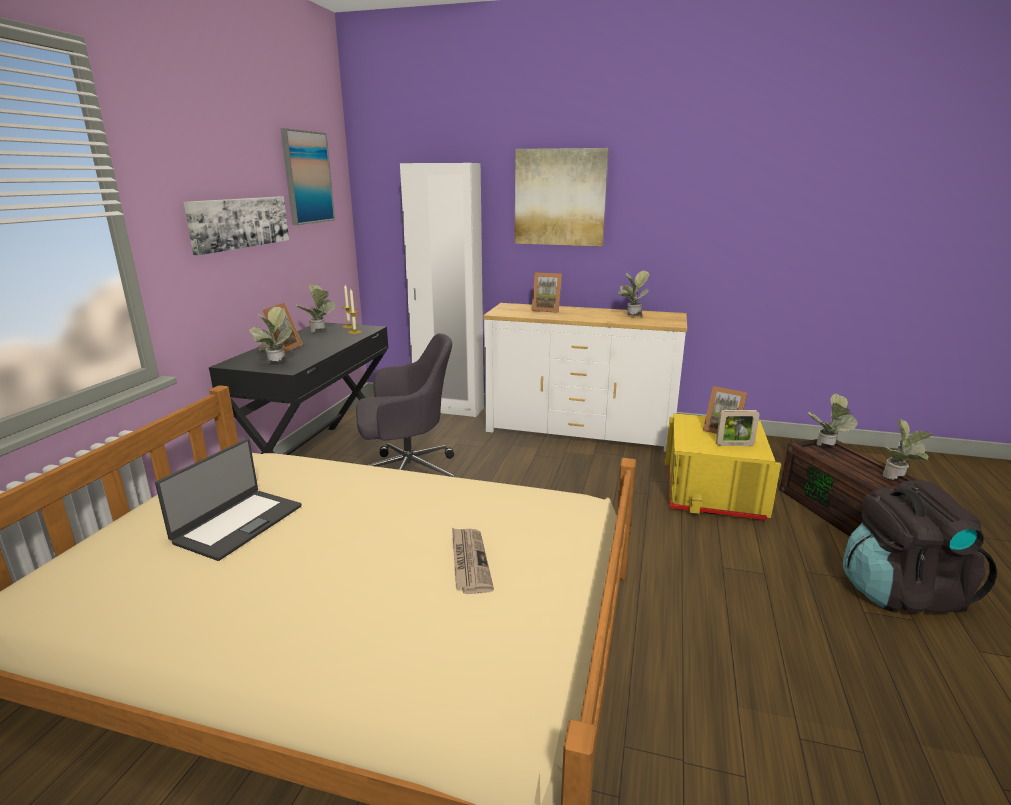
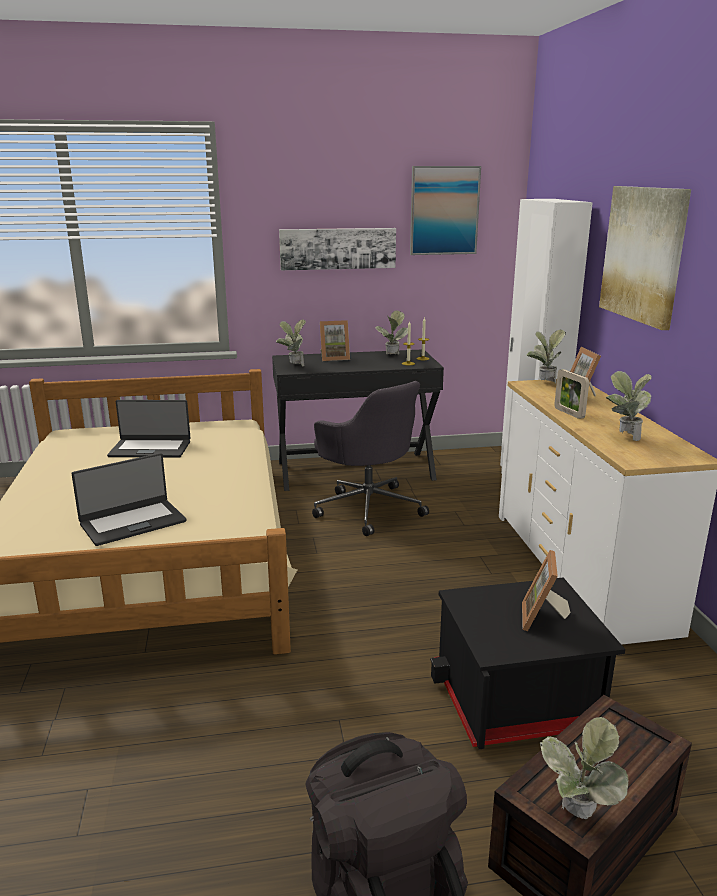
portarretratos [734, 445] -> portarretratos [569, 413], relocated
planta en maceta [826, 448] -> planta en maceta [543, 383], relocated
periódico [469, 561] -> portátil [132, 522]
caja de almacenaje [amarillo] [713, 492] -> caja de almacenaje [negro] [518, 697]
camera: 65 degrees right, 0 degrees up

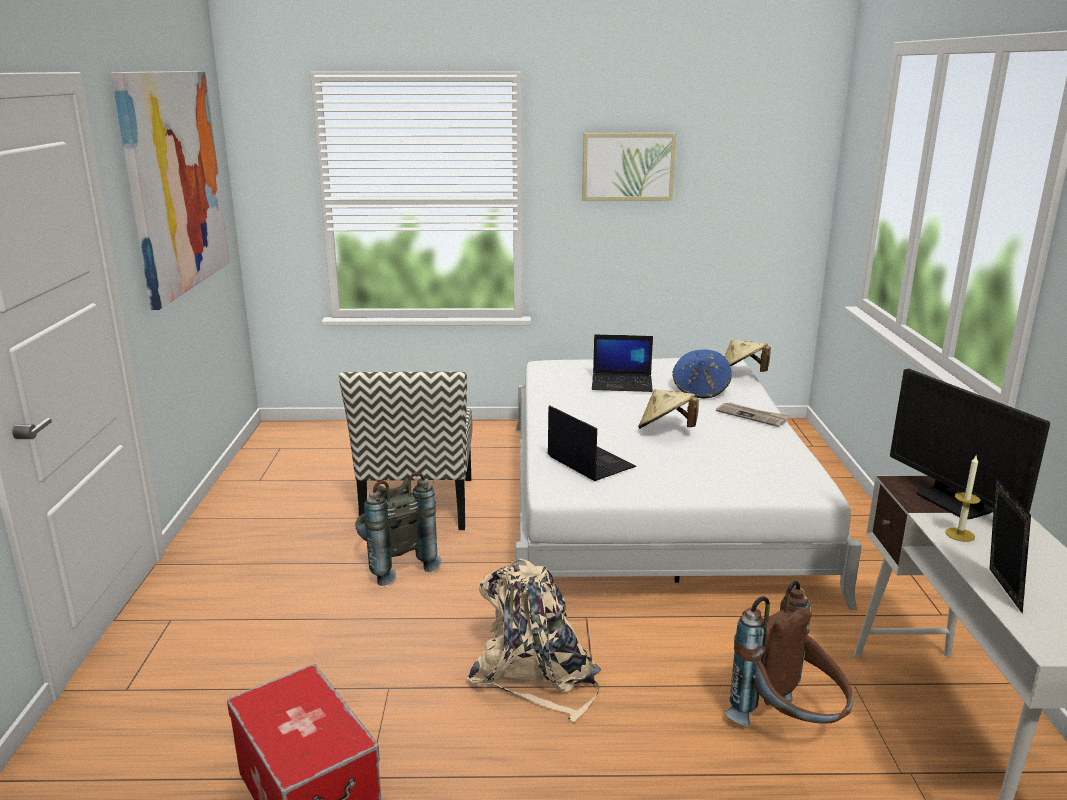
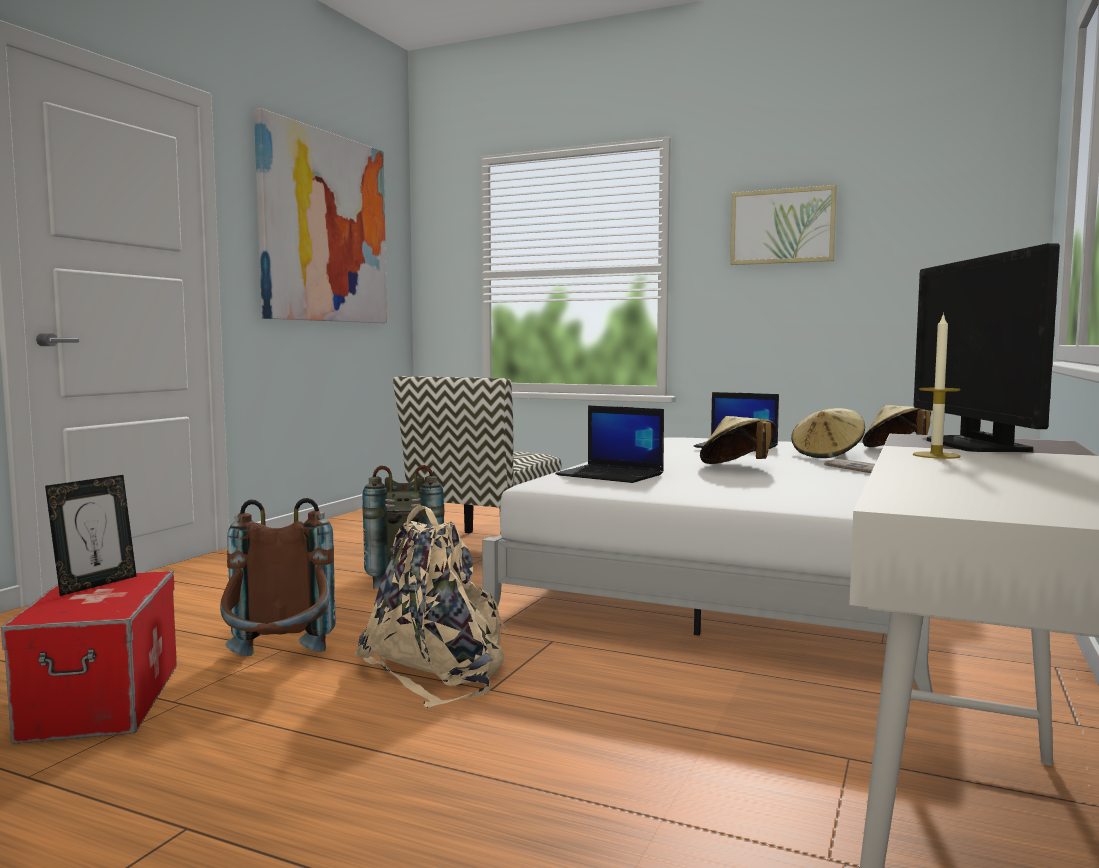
mochila [marrón] [789, 726] -> mochila [marrón] [279, 666], relocated
portarretratos [998, 590] -> portarretratos [95, 584], relocated
sombrero [azul] [701, 390] -> sombrero [beis] [827, 455]
portátil [589, 462] -> portátil [612, 475], 135 degrees clockwise
camera: 25 degrees right, 15 degrees down

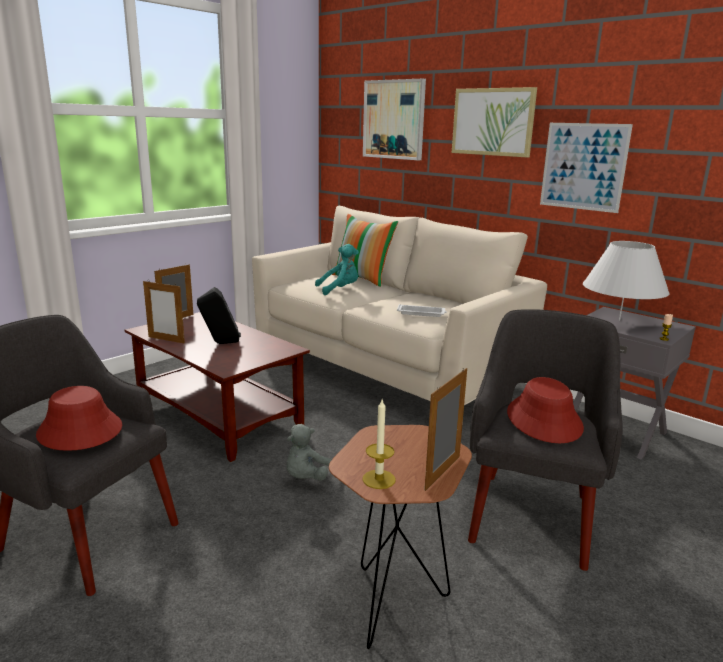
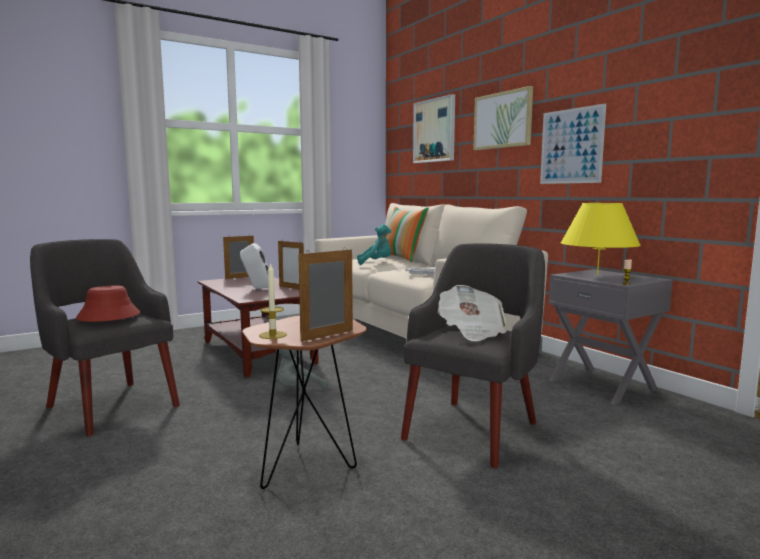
portarretratos [166, 340] -> portarretratos [291, 288], relocated
sombrero [rojo] [544, 420] -> periódico [471, 331]
altavoz [negro] [220, 343] -> altavoz [blanco] [257, 288]
lámpara de mesa [blanco] [619, 320] -> lámpara de mesa [amarillo] [597, 274]
camera: 15 degrees right, 10 degrees down

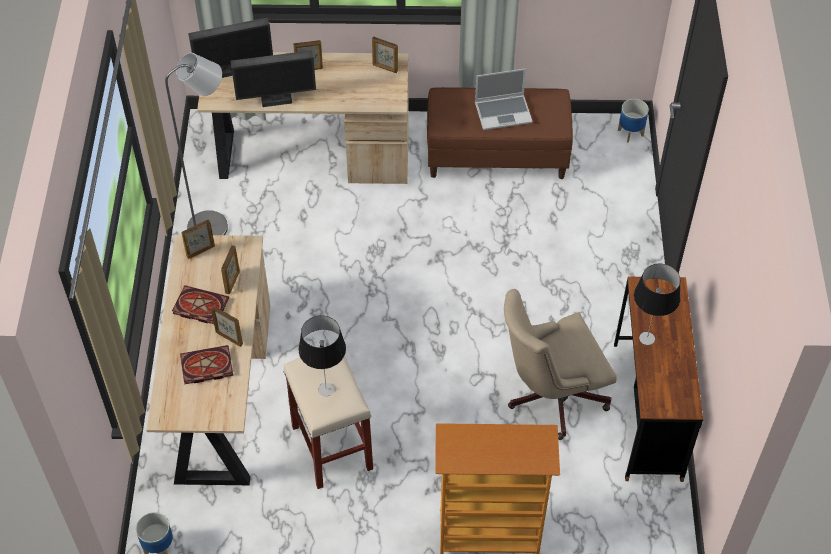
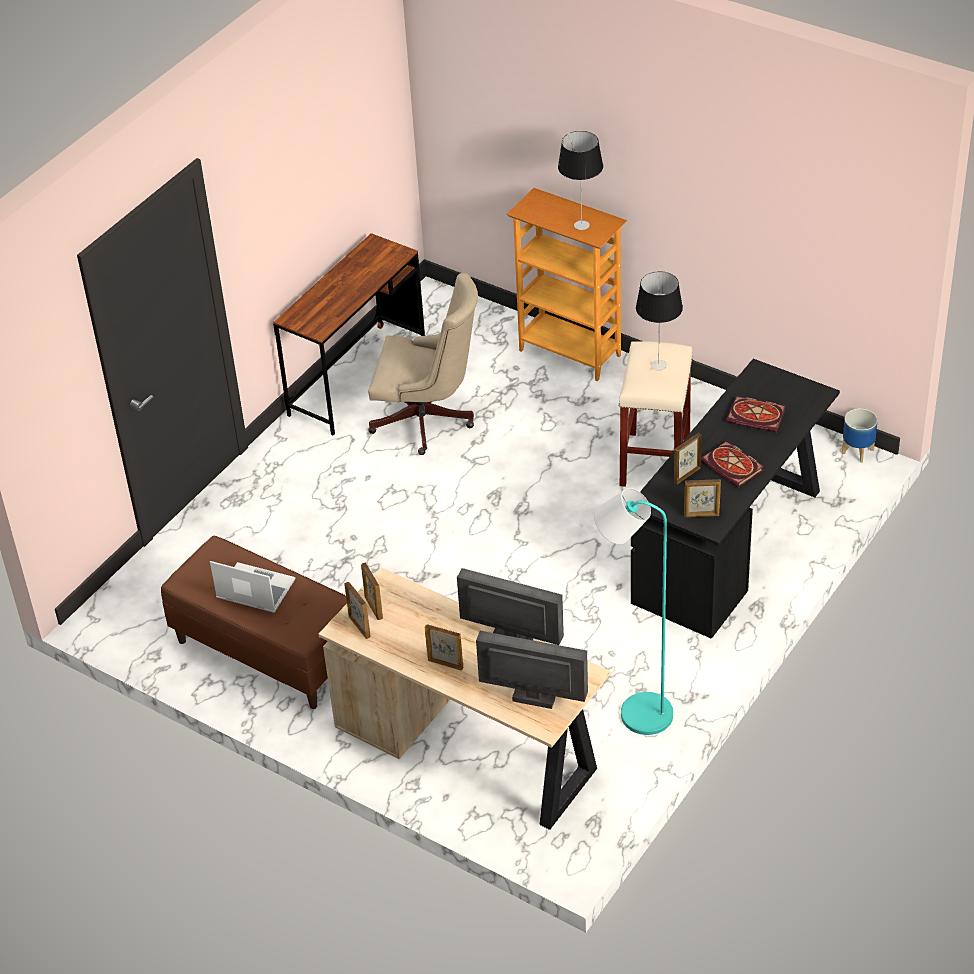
maceta [631, 132] -> none
portarretratos [229, 338] -> portarretratos [373, 608], relocated
lámpara de mesa [646, 338] -> lámpara de mesa [581, 225], relocated
escritorio [beis] [220, 395] -> escritorio [negro] [732, 544]
lámpara de pie [gris] [215, 225] -> lámpara de pie [turquesa] [636, 713]
camera: 145 degrees left, 10 degrees down

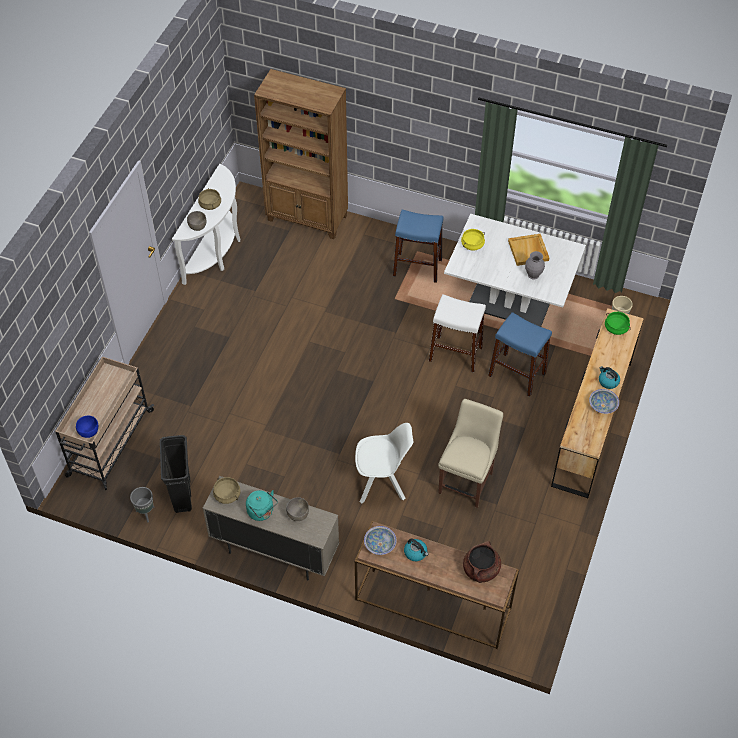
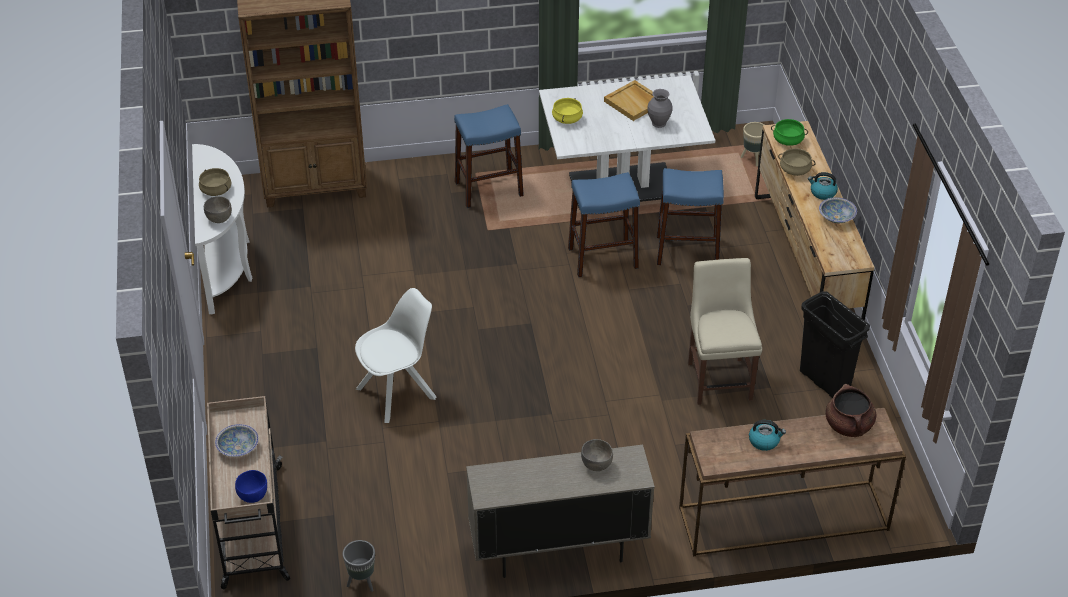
hervidor [turquesa] [262, 512] -> none
papelera [negro] [182, 495] -> papelera [negro] [824, 381], relocated
olla [beis] [227, 495] -> olla [beis] [795, 170], relocated
silla [blanco] [382, 482] -> silla [blanco] [398, 392], relocated
cuenco [380, 544] -> cuenco [238, 448], relocated
taburete [blanco] [455, 354] -> taburete [azul] [602, 258]
camera: 30 degrees left, 10 degrees down

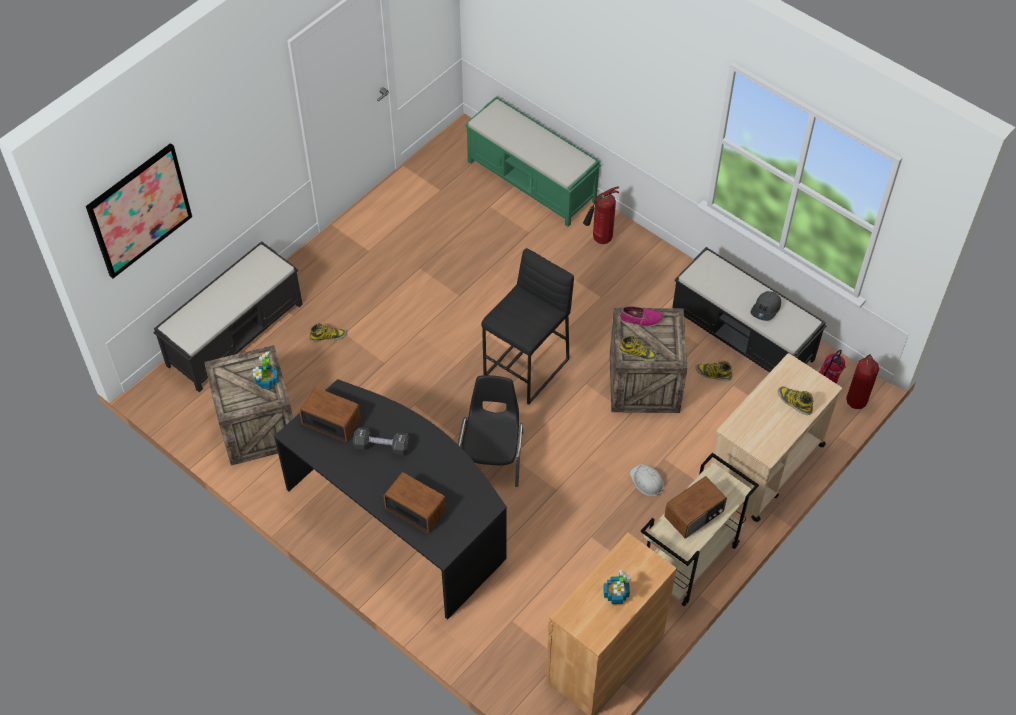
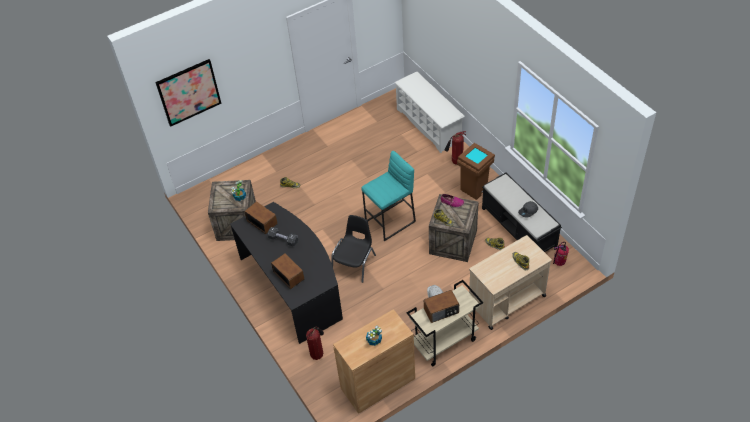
banco [negro] [236, 334] -> none
none -> papelera [marrón] [475, 189]
extintor [855, 400] -> extintor [317, 354], relocated
banco [verde] [532, 181] -> zapatero [blanco] [429, 125]
taburete [negro] [527, 368] -> taburete [turquesa] [390, 222]
camera: 20 degrees right, 5 degrees down

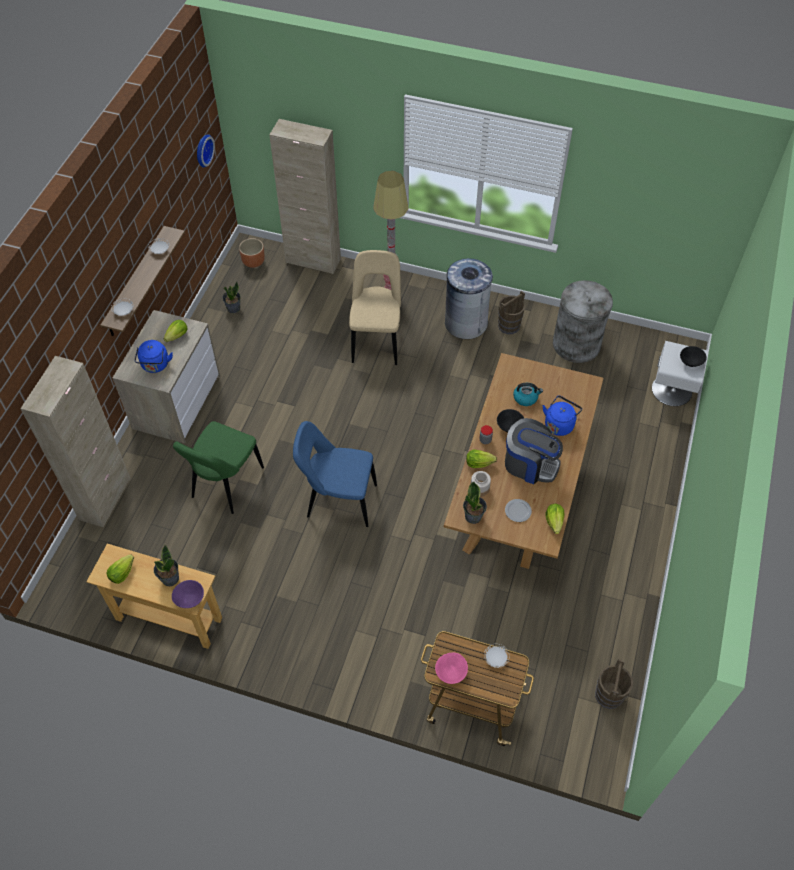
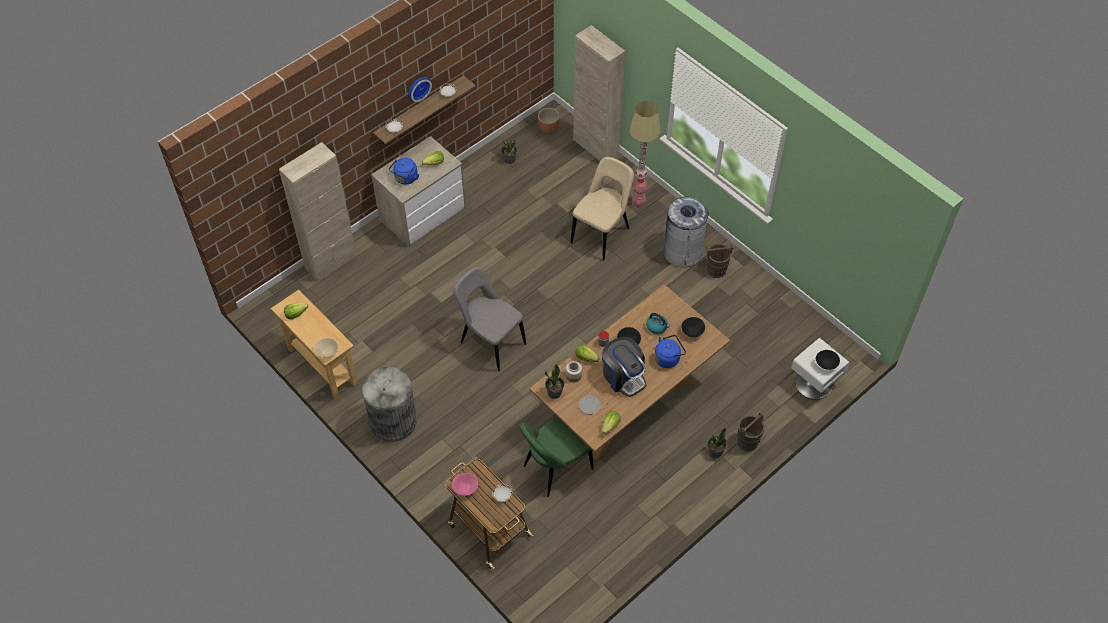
none -> cuenco [negro] [692, 332]
planta en maceta [170, 578] -> planta en maceta [715, 452], relocated
silla [verde] [225, 485] -> silla [verde] [555, 469], relocated
reloj de pared [202, 150] -> reloj de pared [418, 88], relocated
papelera [gris] [576, 344] -> papelera [gris] [393, 421], relocated
cubo [marrón] [608, 695] -> cubo [marrón] [747, 441], relocated
cuenco [morado] [189, 599] -> cuenco [beis] [327, 352]
silla [azul] [338, 500] -> silla [gris] [490, 342]
camera: 30 degrees right, 0 degrees up

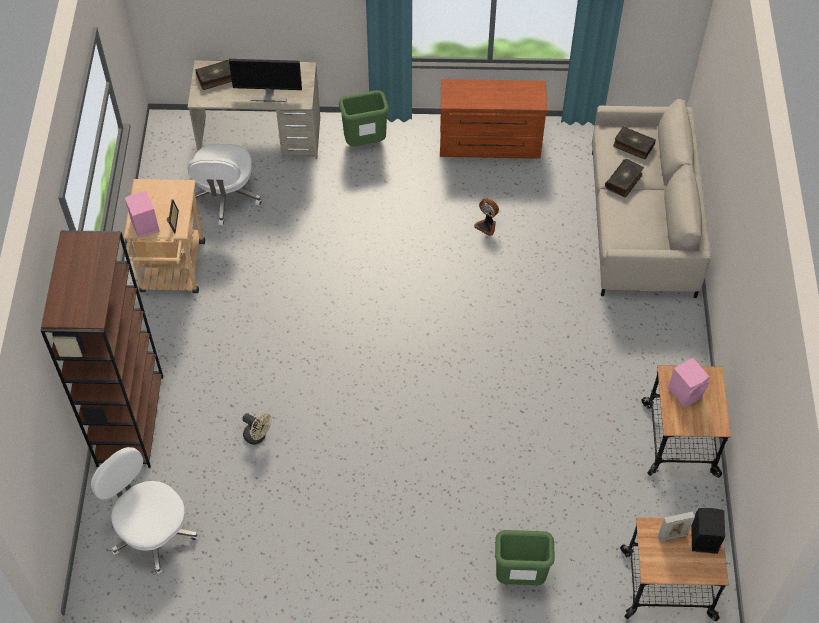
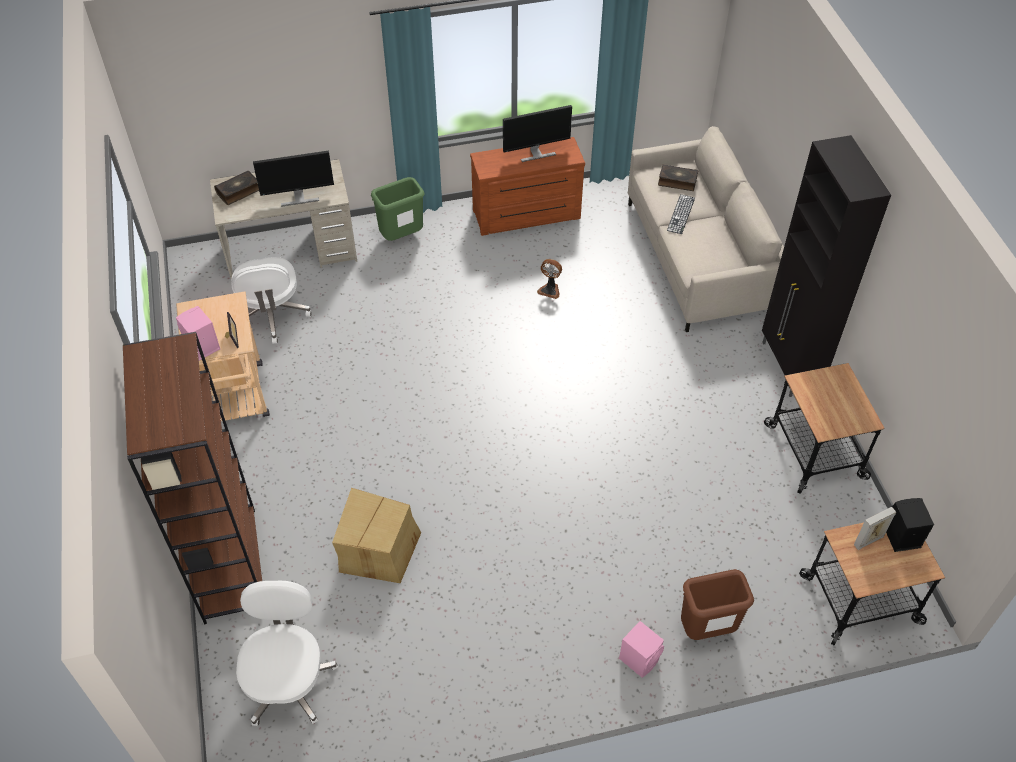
none -> monitor [536, 153]
none -> armario [negro] [789, 367]
altavoz [rosa] [686, 392] -> altavoz [rosa] [640, 658], relocated
ventilador [beis] [258, 436] -> caja de cartón [378, 549]
libro [624, 181] -> teclado [681, 214]
papelera [verde] [519, 577] -> papelera [marrón] [707, 630]
silla de oficina [blanco] [152, 531] -> silla de oficina [blanco] [288, 680], 60 degrees clockwise
camera: 15 degrees left, 5 degrees down

